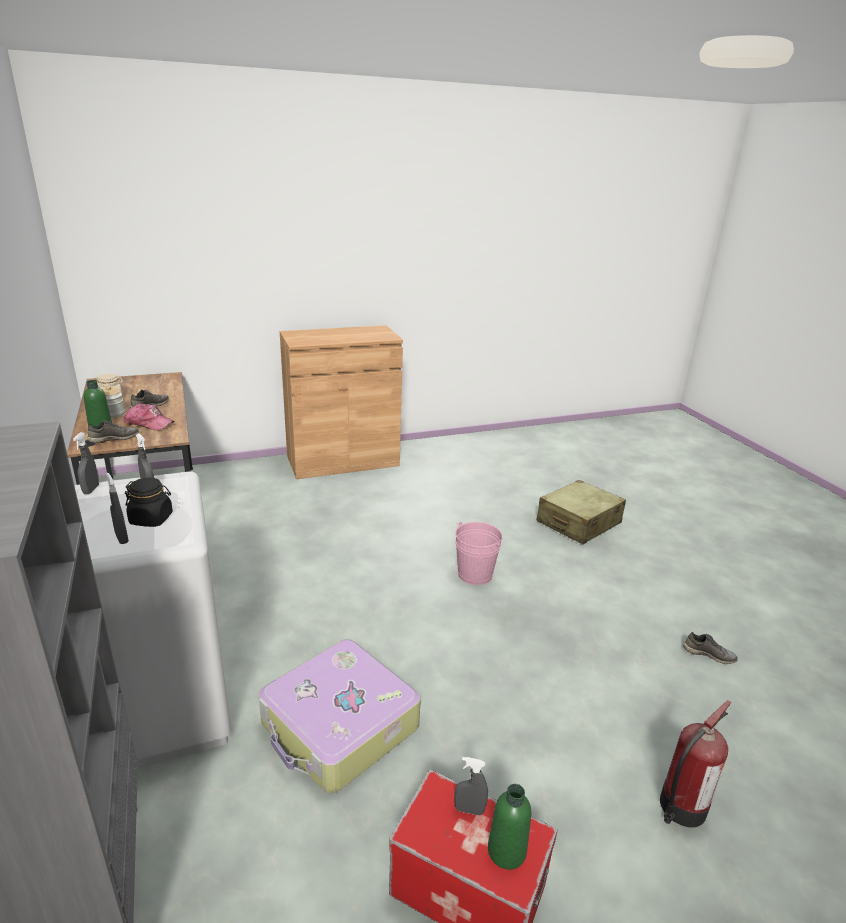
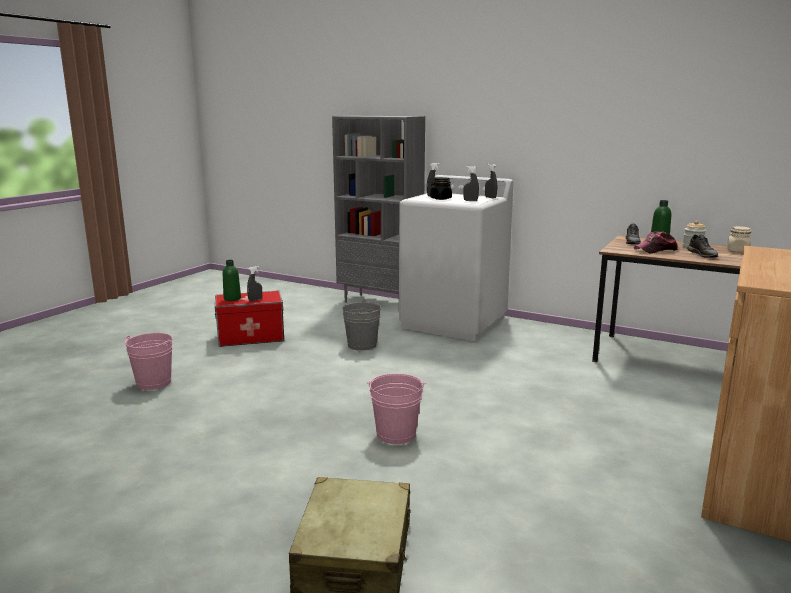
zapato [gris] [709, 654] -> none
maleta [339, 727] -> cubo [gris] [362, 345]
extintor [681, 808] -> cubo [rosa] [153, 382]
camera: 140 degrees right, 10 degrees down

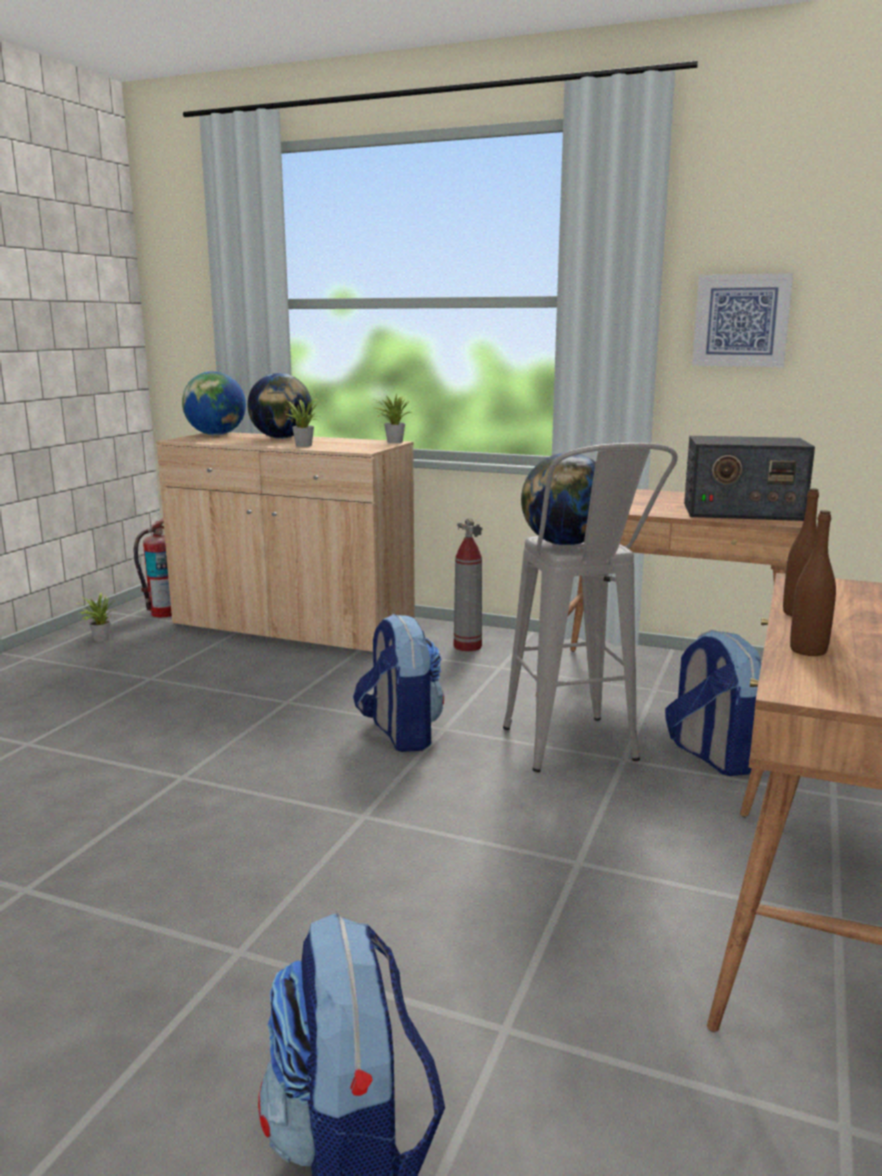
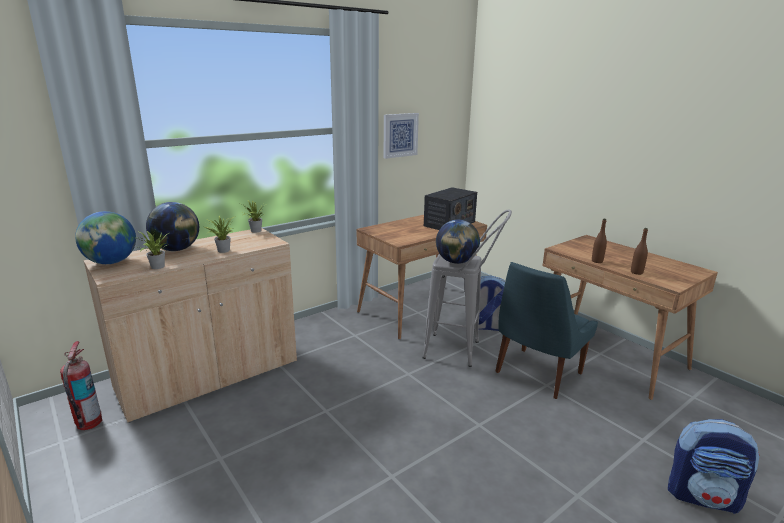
mochila [400, 734] -> none
extintor [467, 646] -> none
none -> silla [azul] [536, 374]
planta en maceta [99, 639] -> planta en maceta [156, 267], relocated
camera: 60 degrees left, 5 degrees up

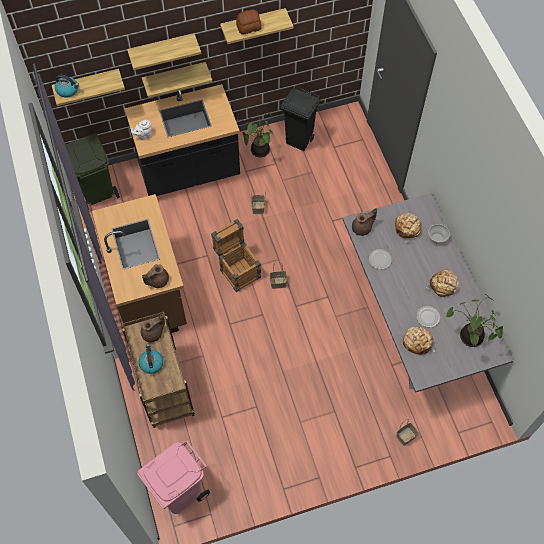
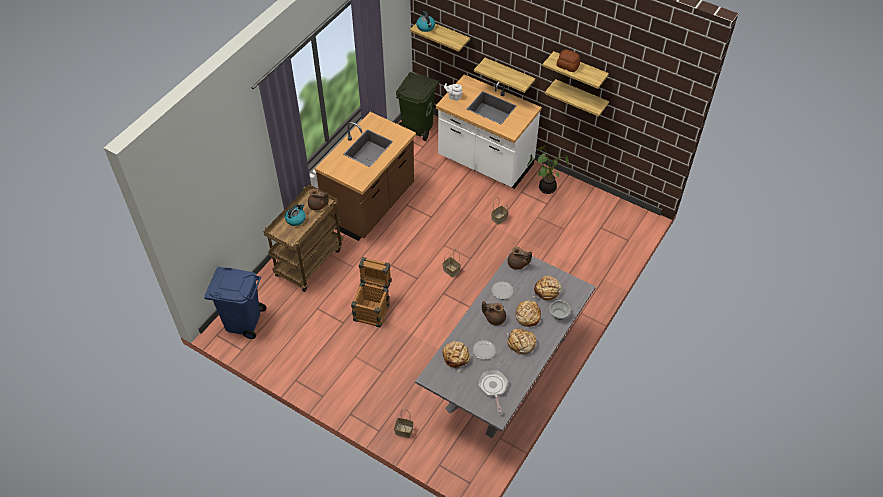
papelera [negro] [299, 141] -> none
none -> pan [527, 316]
estante [162, 50] -> estante [580, 98], relocated
tetera [marrón] [157, 280] -> tetera [marrón] [494, 318], relocated
caja de embalaje [238, 270] -> caja de embalaje [373, 308], relocated
planta en maceta [469, 337] -> sartén [493, 387]
mueble bajo de cocina [negro] [189, 172] -> mueble bajo de cocina [blanco] [485, 162]
papelera [rosa] [179, 491] -> papelera [azul] [243, 321]
camera: 50 degrees right, 10 degrees down

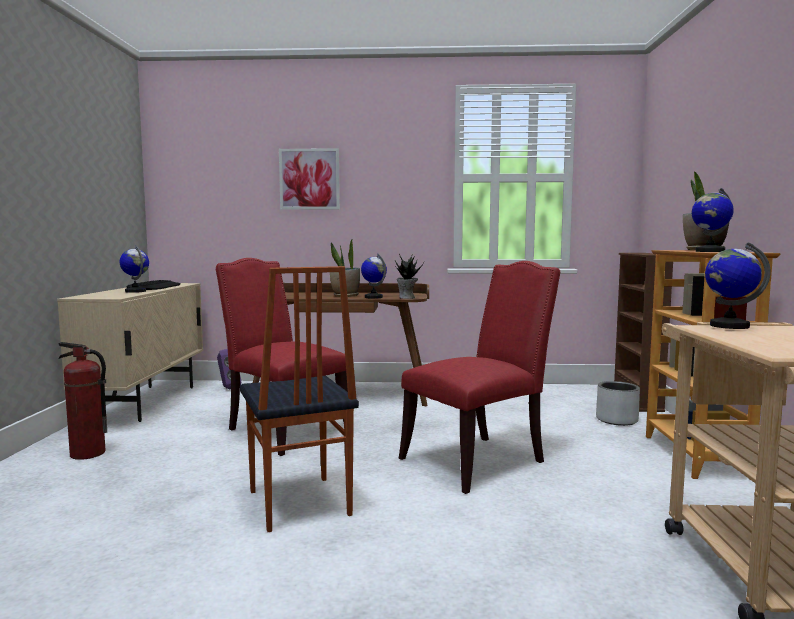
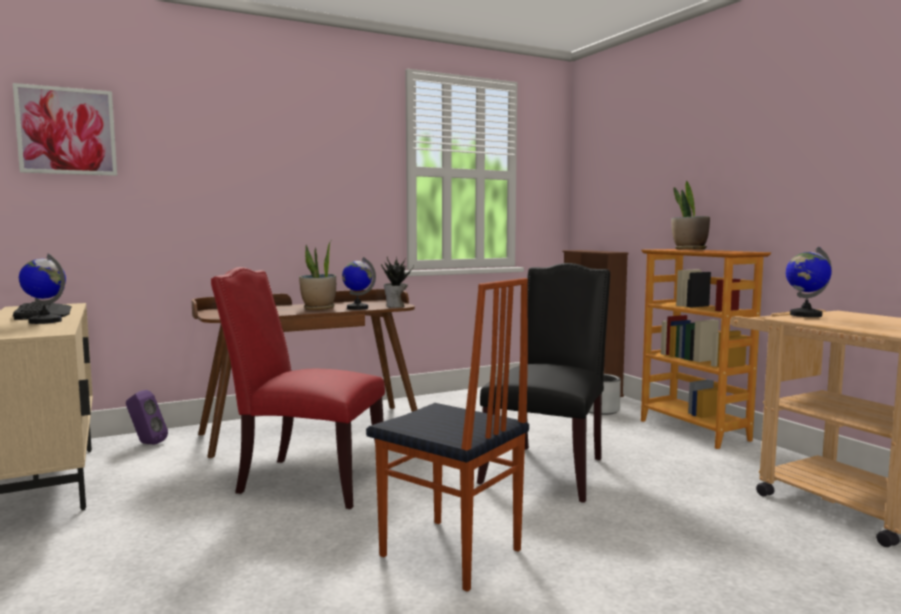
extintor [87, 454] -> none
globo terráqueo [709, 251] -> none
cuadro [309, 179] -> cuadro [67, 131], relocated
silla [rojo] [478, 460] -> silla [negro] [548, 469]
camera: 30 degrees left, 0 degrees up

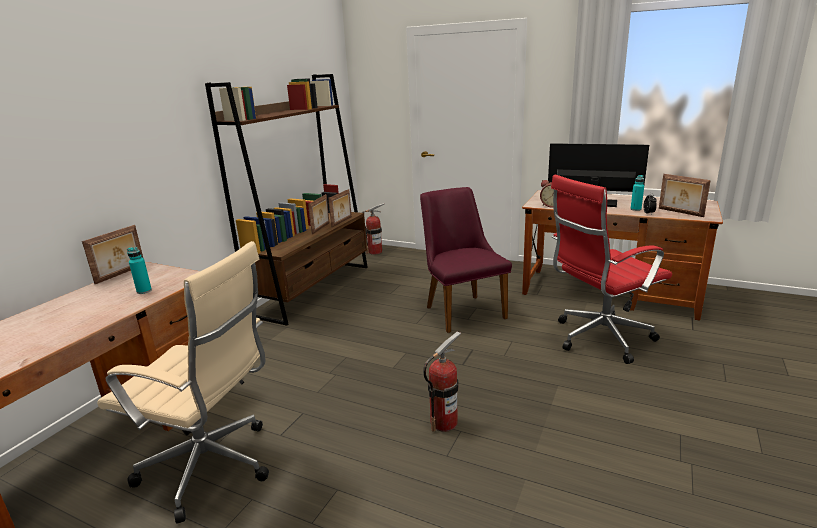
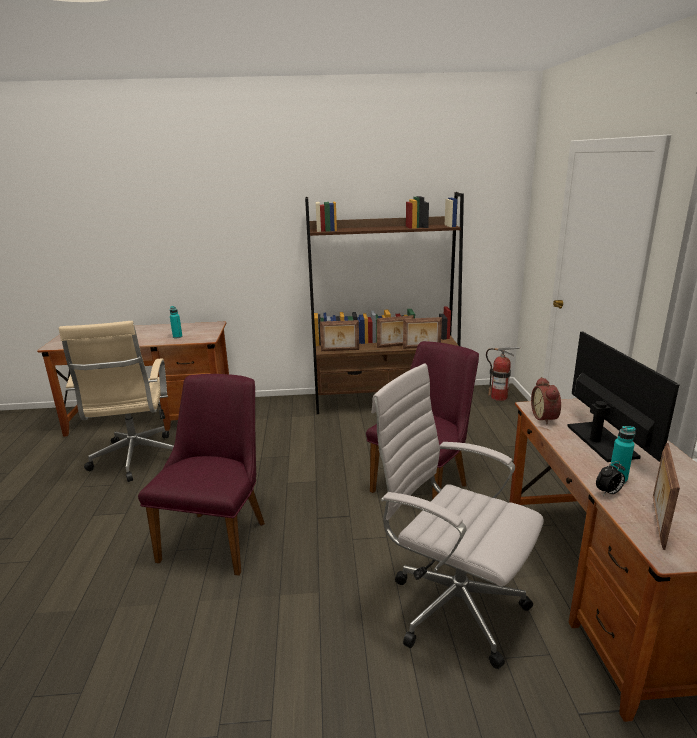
portarretratos [121, 274] -> portarretratos [340, 350], relocated
extintor [444, 422] -> silla [morado] [220, 535]
silla de oficina [rojo] [599, 339] -> silla de oficina [blanco] [451, 606]
camera: 60 degrees right, 0 degrees up

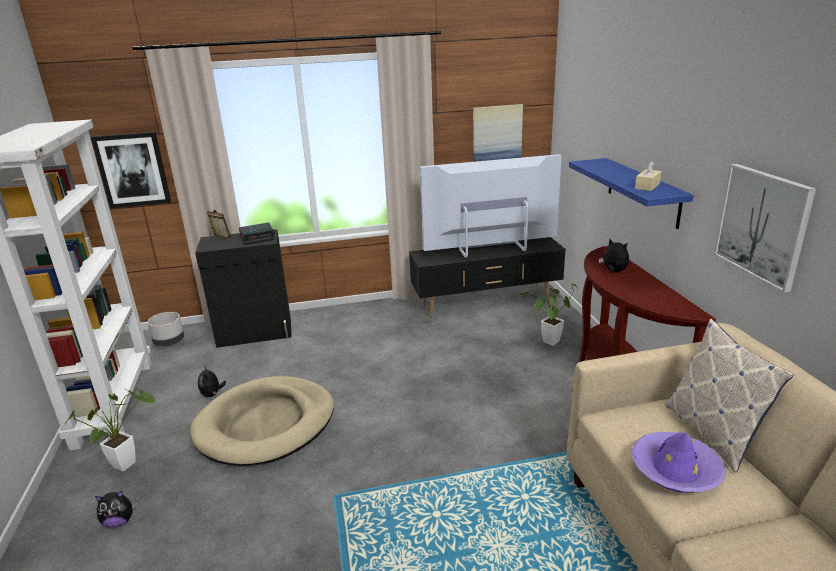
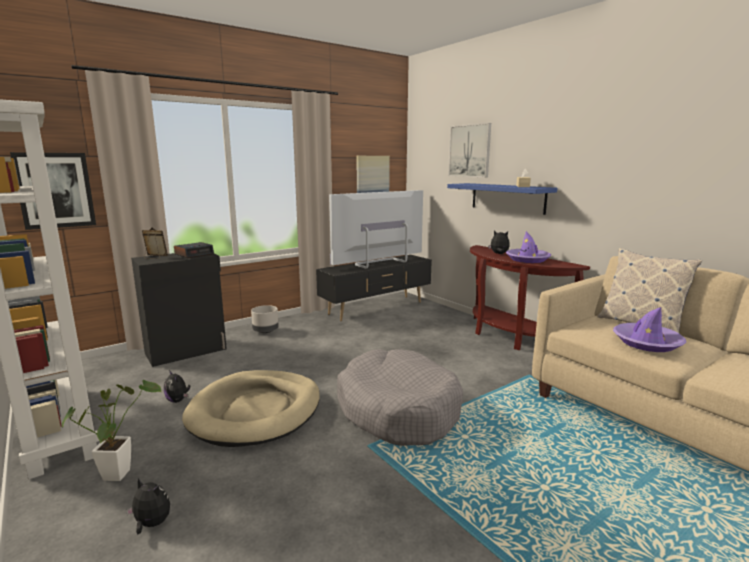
planta en maceta [548, 343] -> none
none -> cama para perro [gris] [397, 410]
none -> sombrero [morado] [527, 259]
maceta [gris] [169, 342] -> maceta [gris] [265, 331], relocated
cuadro [762, 225] -> cuadro [470, 151], relocated
peluche [119, 521] -> peluche [151, 524], 120 degrees counterclockwise
camera: 25 degrees left, 10 degrees down

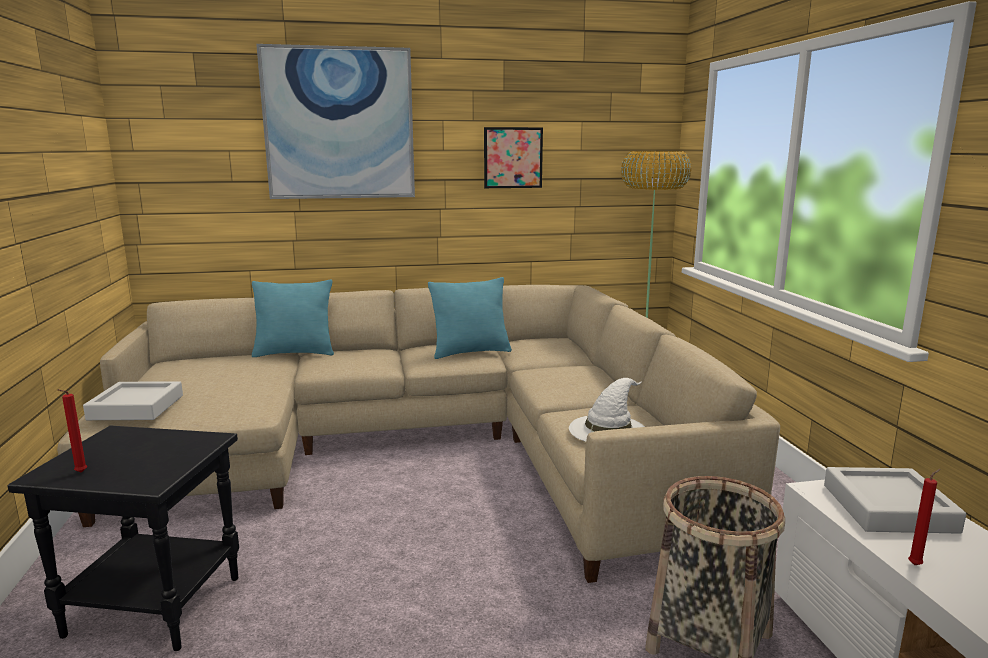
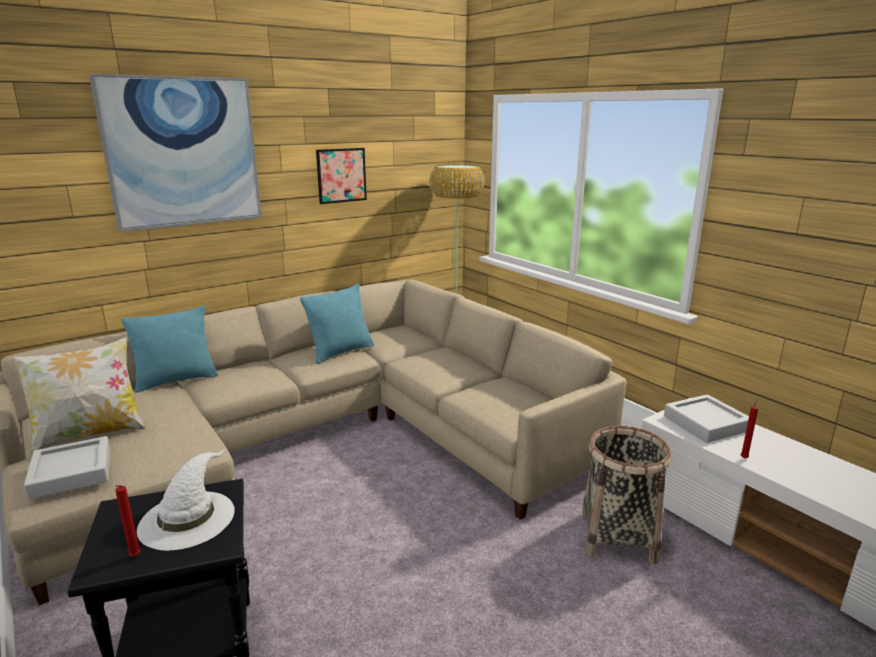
none -> cojín [90, 434]
sombrero [blanco] [608, 429] -> sombrero [blanco] [187, 518], relocated
camera: 25 degrees left, 5 degrees up

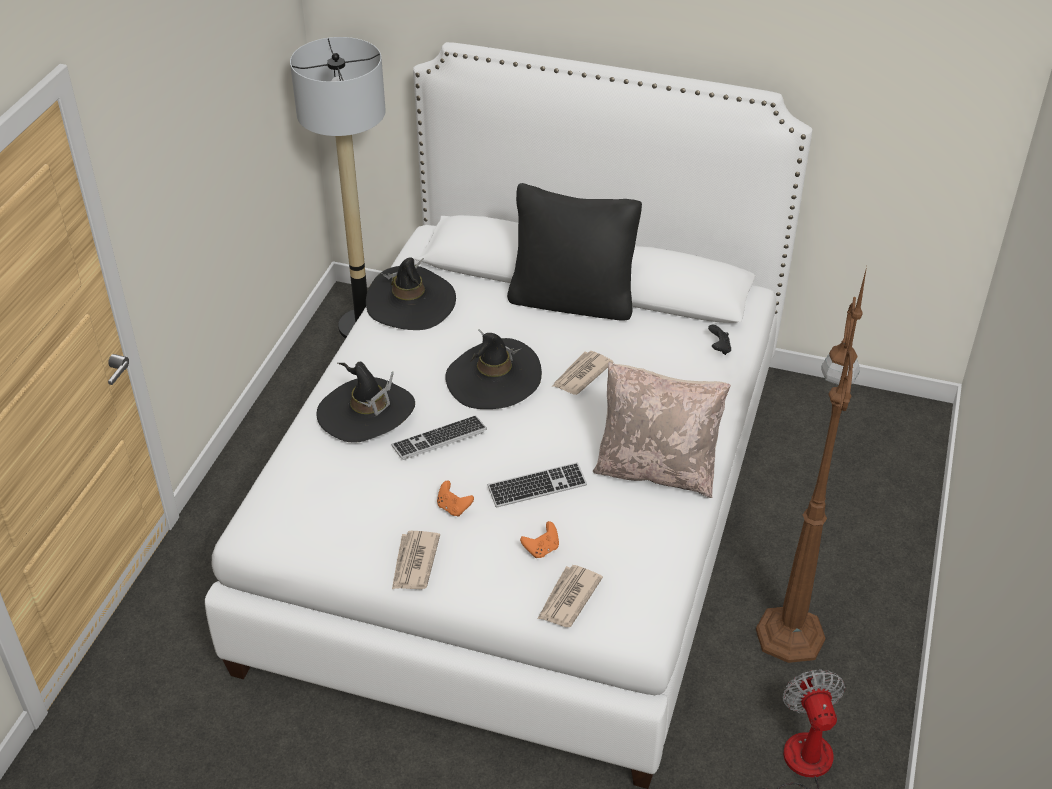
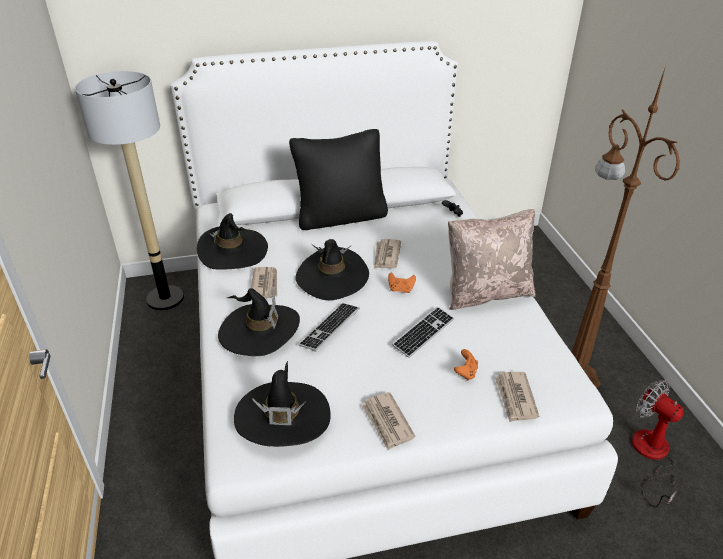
none -> sombrero [negro] [283, 417]
none -> periódico [265, 284]
mando de consola [naranja] [453, 508] -> mando de consola [naranja] [401, 289], relocated
camera: 30 degrees left, 5 degrees down

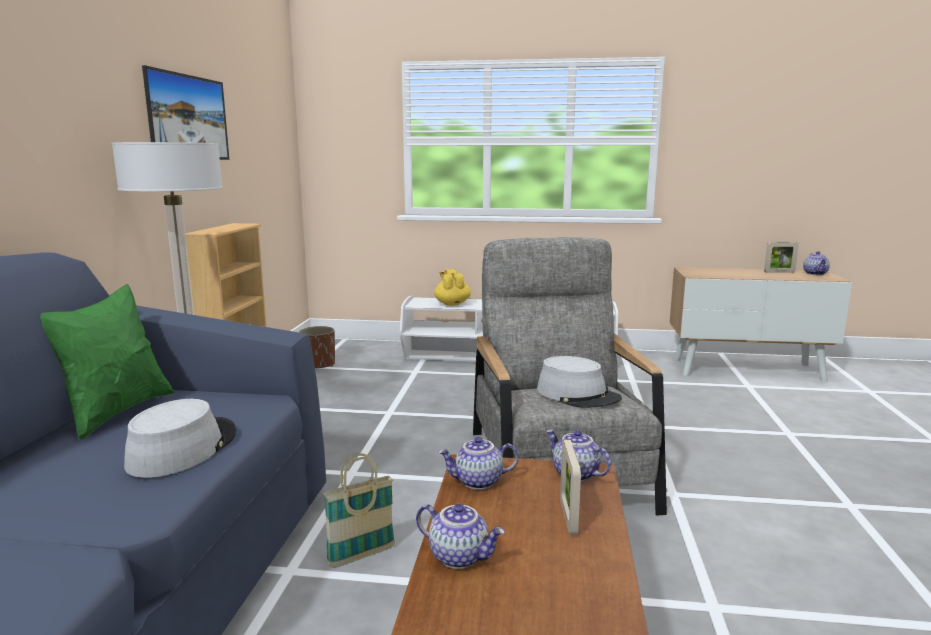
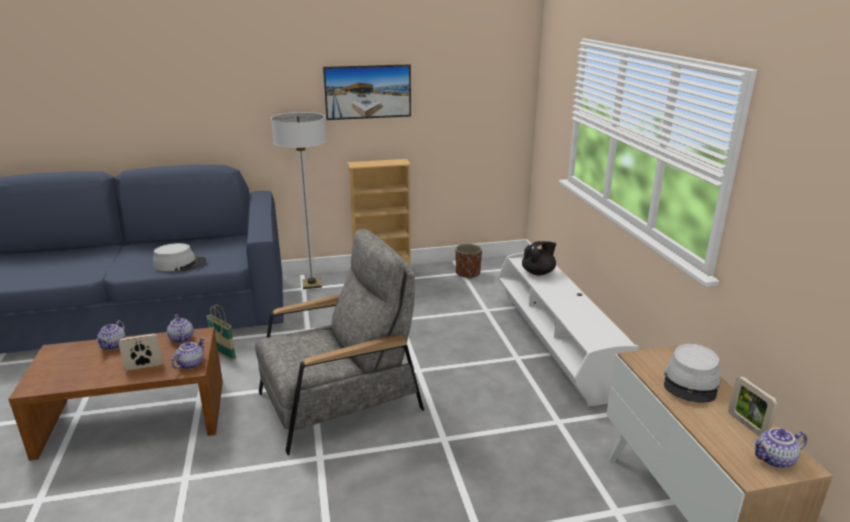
cojín [verde] [114, 412] -> none
sombrero [gris] [578, 394] -> sombrero [gris] [691, 382], relocated
tetera [amarillo] [452, 304] -> tetera [negro] [538, 272]
camera: 70 degrees right, 10 degrees up

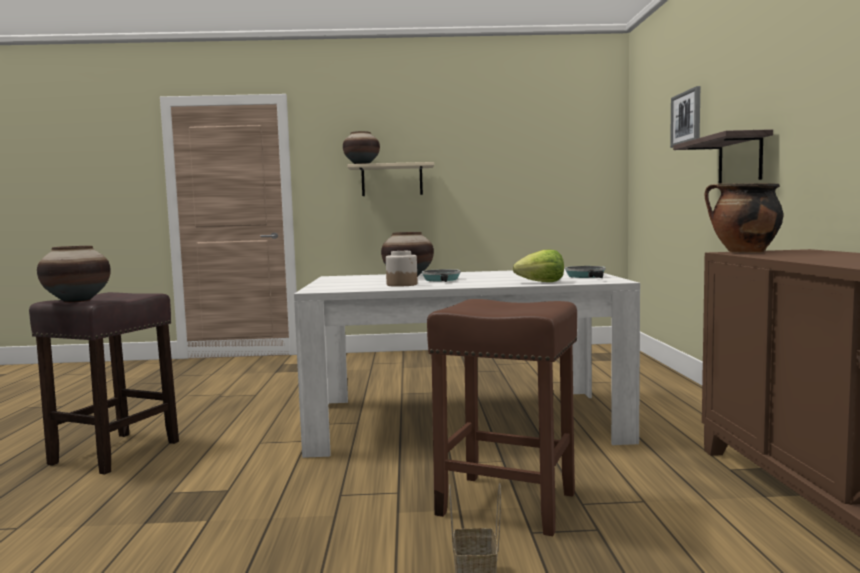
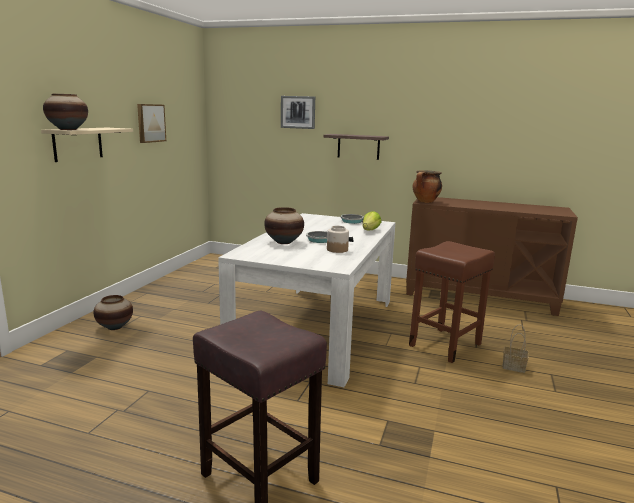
none -> cuadro [150, 123]
florero [76, 301] -> florero [115, 327], relocated
camera: 70 degrees left, 10 degrees up

